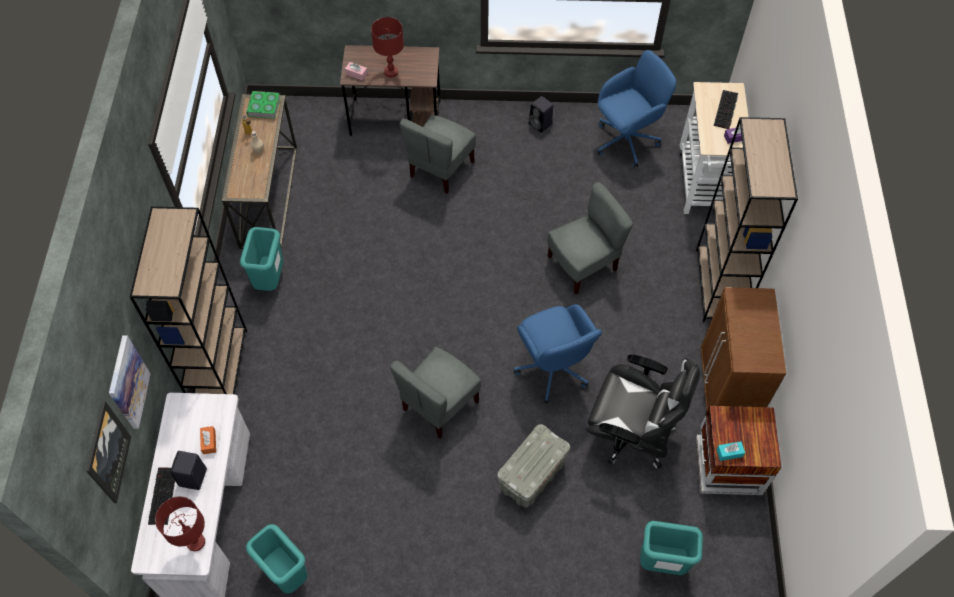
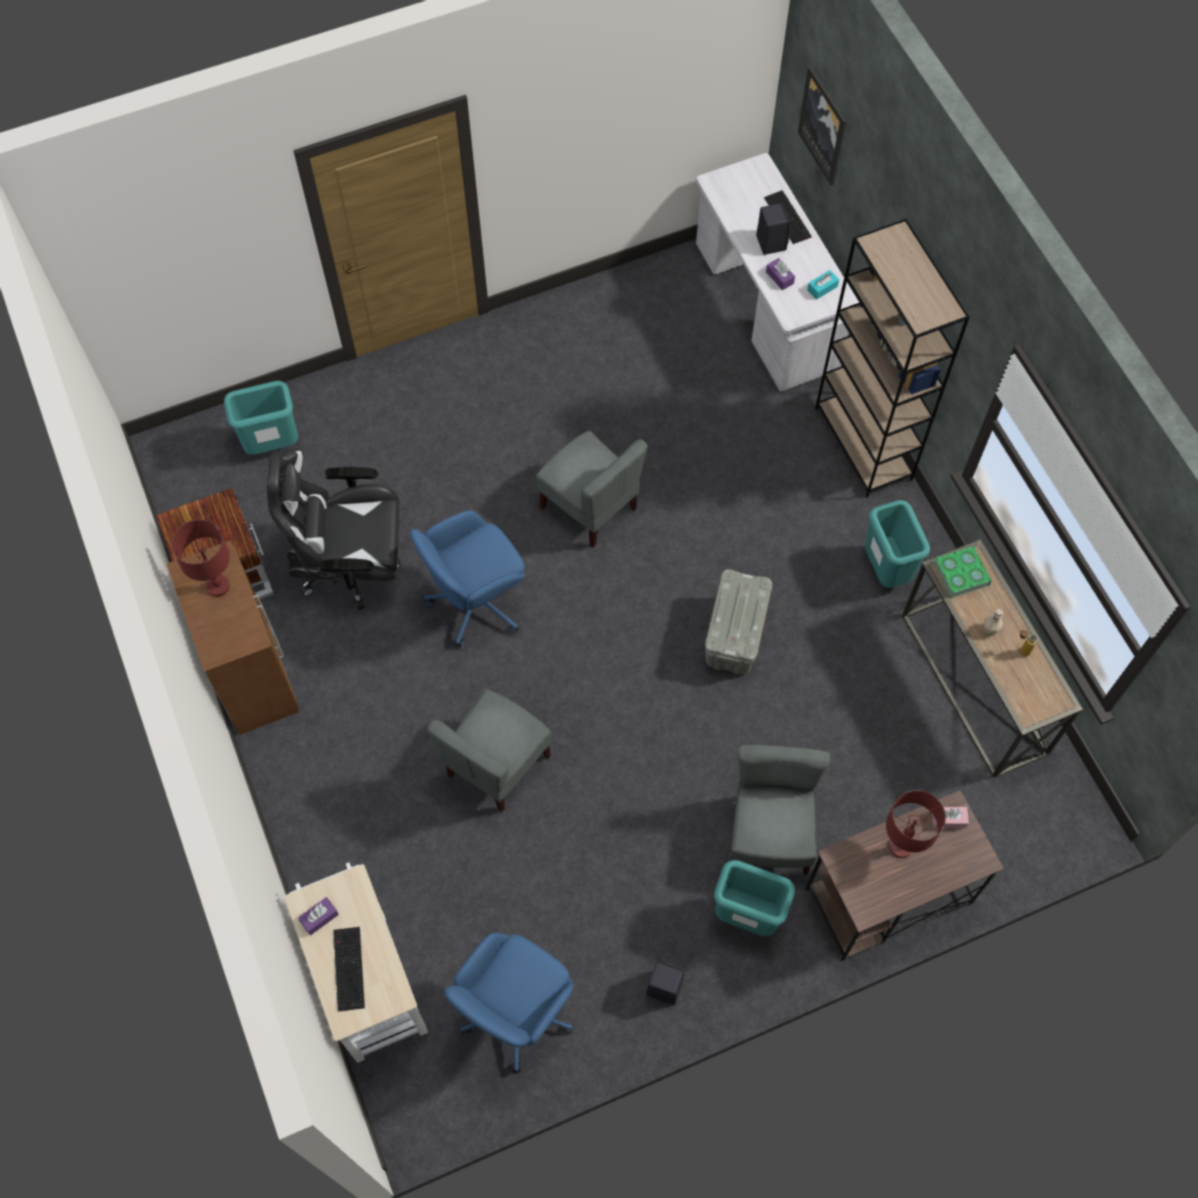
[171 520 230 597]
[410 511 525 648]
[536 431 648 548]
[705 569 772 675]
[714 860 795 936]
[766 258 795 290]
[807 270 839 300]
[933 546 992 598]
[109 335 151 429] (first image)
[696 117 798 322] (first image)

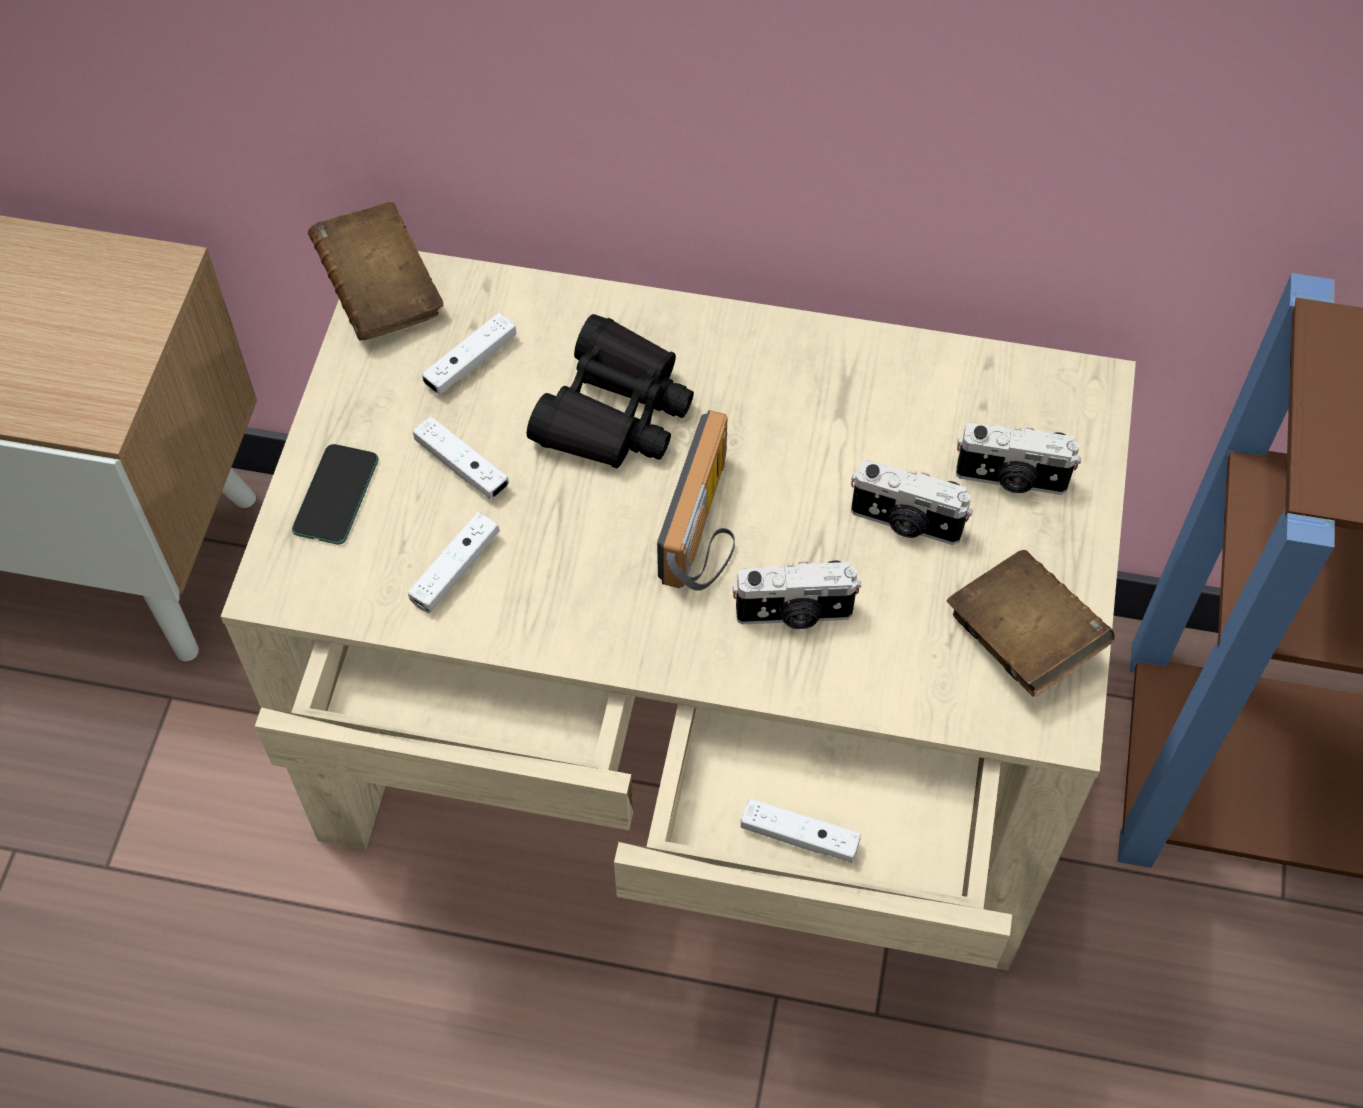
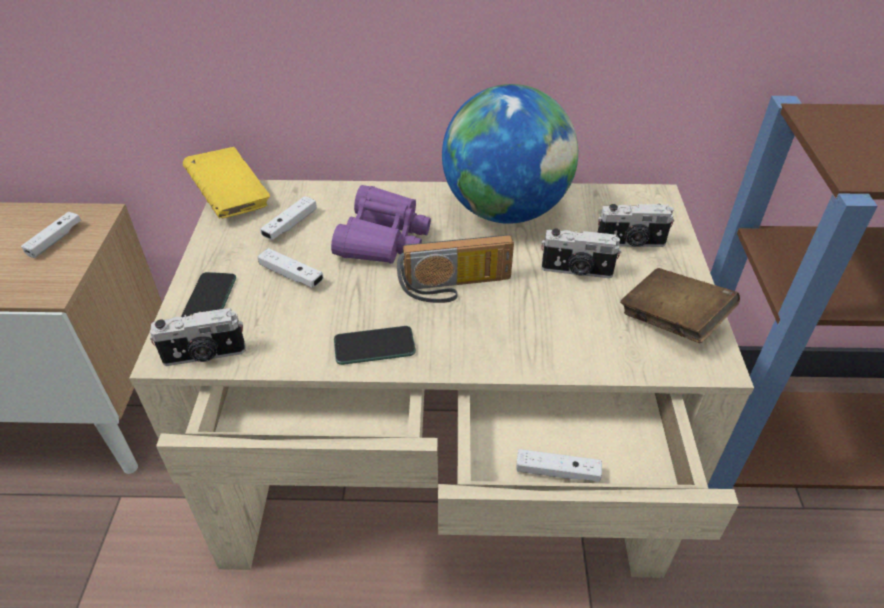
[21 212 81 258]
[150 308 245 366]
[183 147 270 219]
[331 185 431 264]
[334 326 416 365]
[397 235 514 303]
[442 84 578 224]

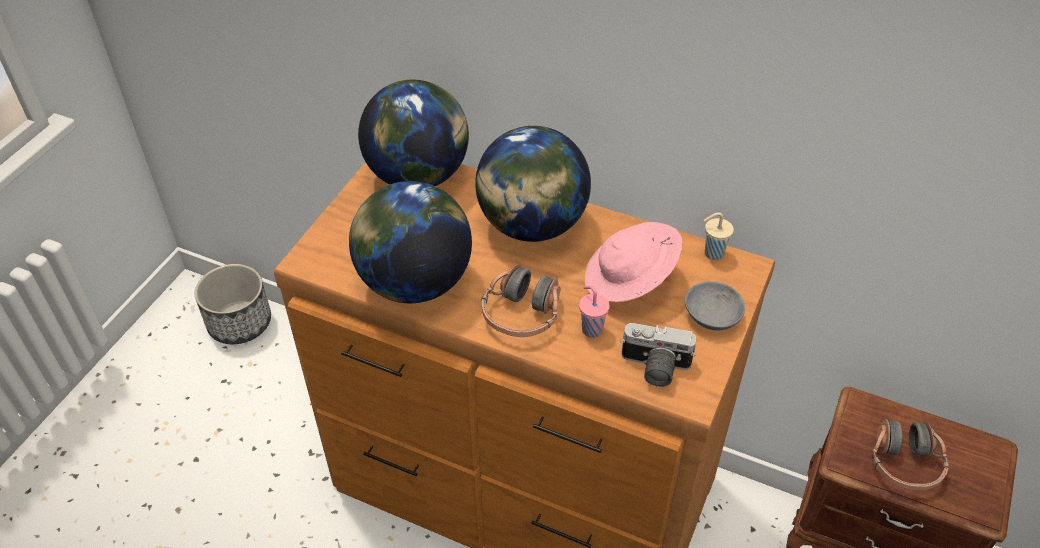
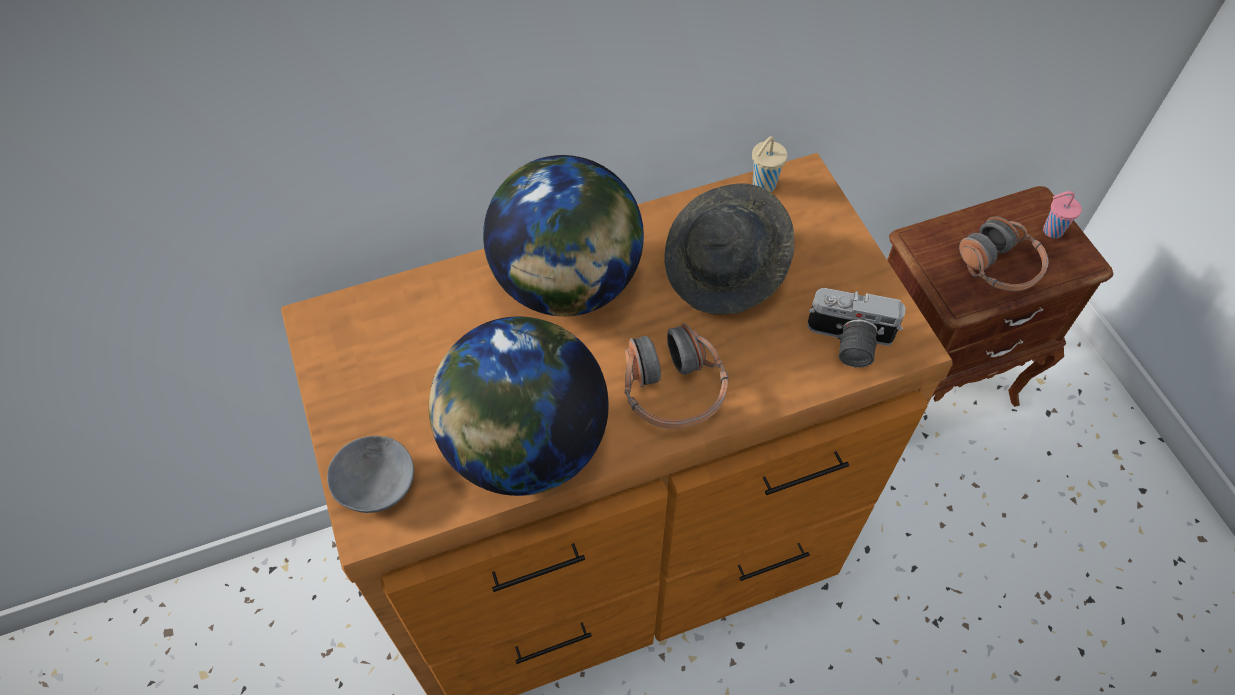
[327 436 414 513]
[664 183 794 315]
[807 288 906 368]
[1043 191 1082 238]
[195 264 271 344] (first image)
[358 80 469 186] (first image)

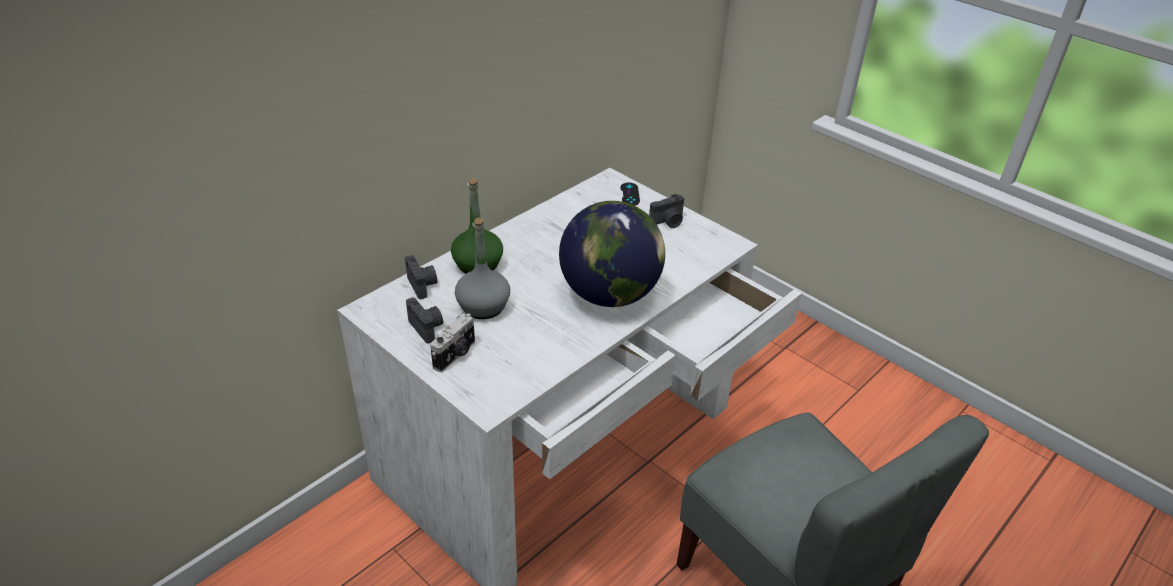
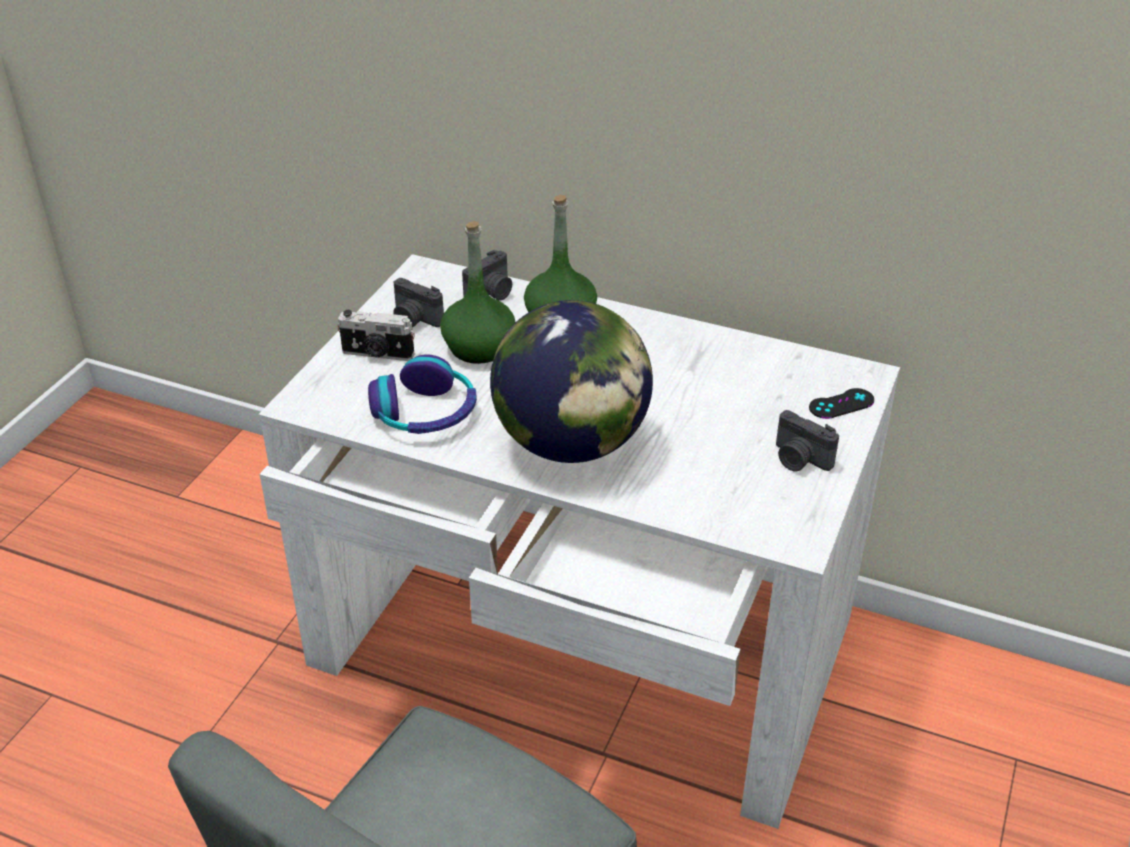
[368 354 477 434]
[393 278 444 328]
[440 221 516 364]

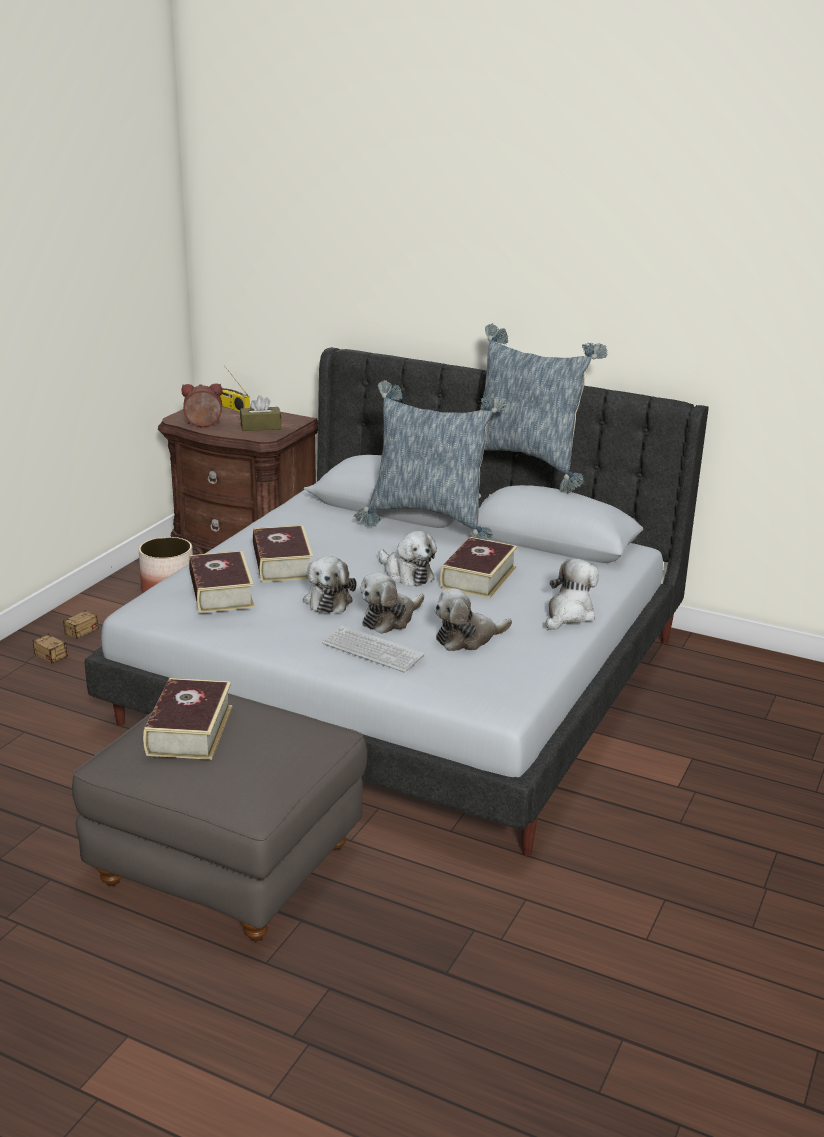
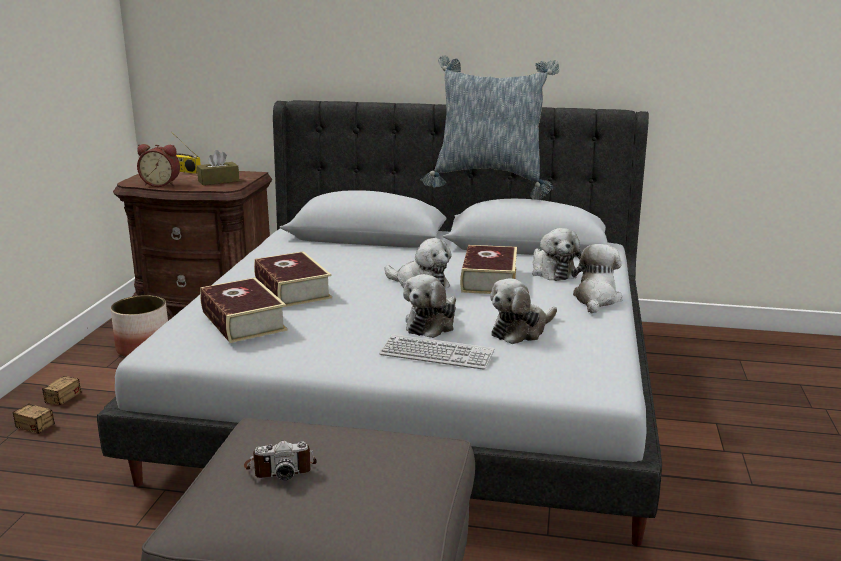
[137 144 180 187]
[244 441 317 480]
[532 228 581 281]
[354 380 507 540] (first image)

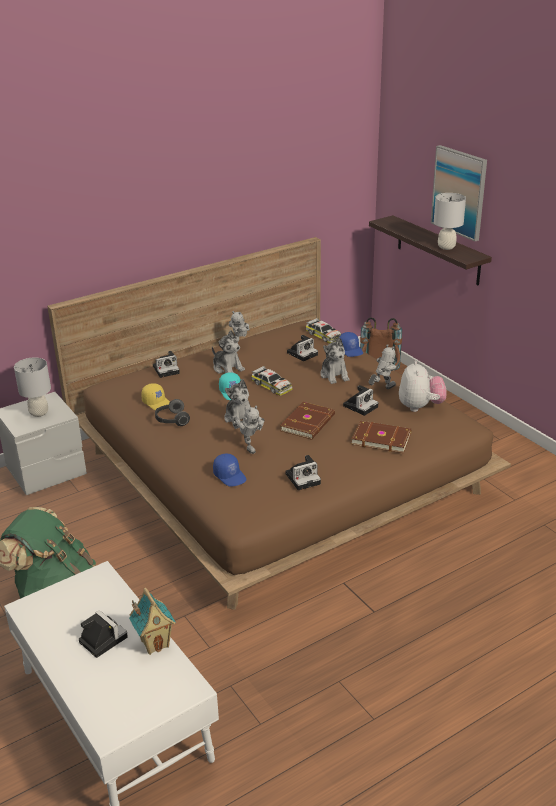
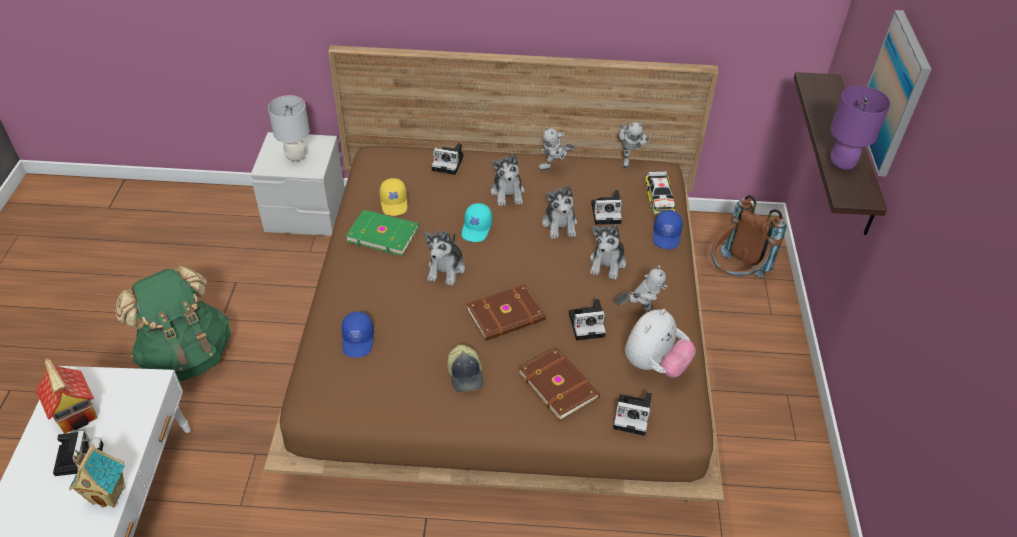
[36 358 97 434]
[346 210 419 256]
[447 344 483 392]
[542 185 577 239]
[613 392 652 436]
[619 122 649 168]
[830 86 890 170]
[251 366 293 396] (first image)

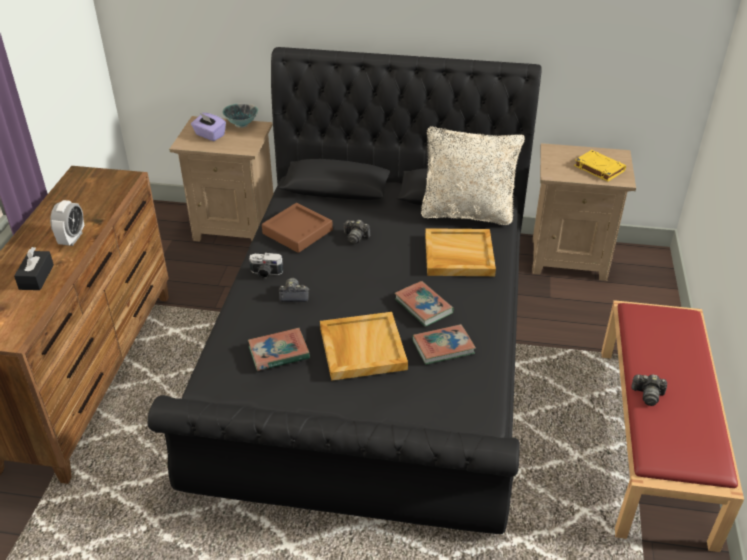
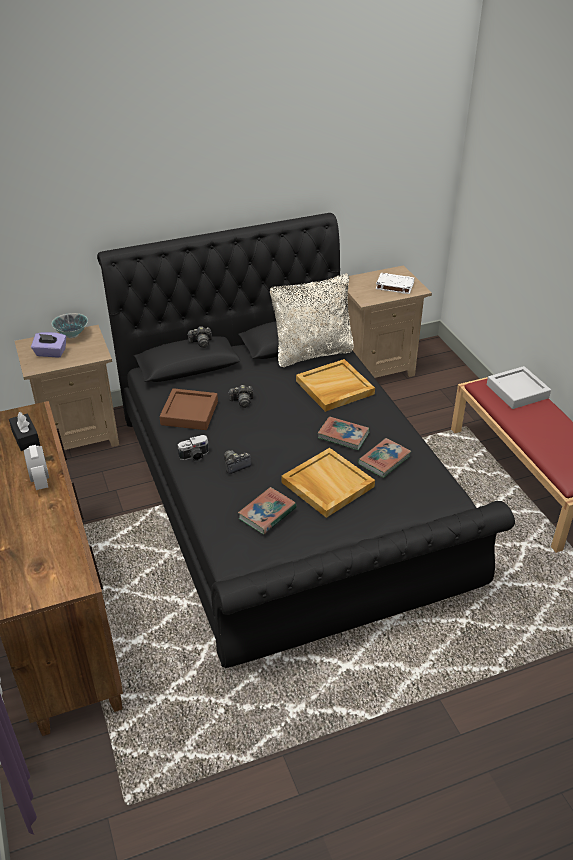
[9 412 40 451]
[187 326 212 348]
[376 273 415 294]
[487 366 551 409]

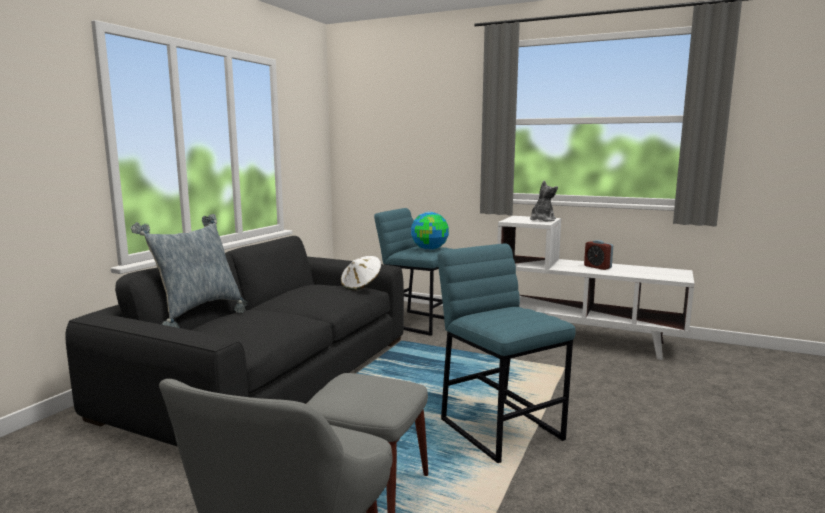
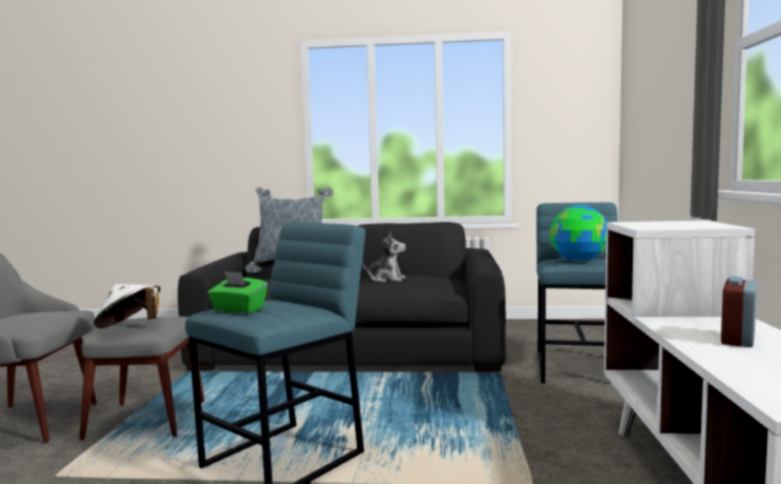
[94 284 161 328]
[208 271 268 314]
[362 231 406 282]

